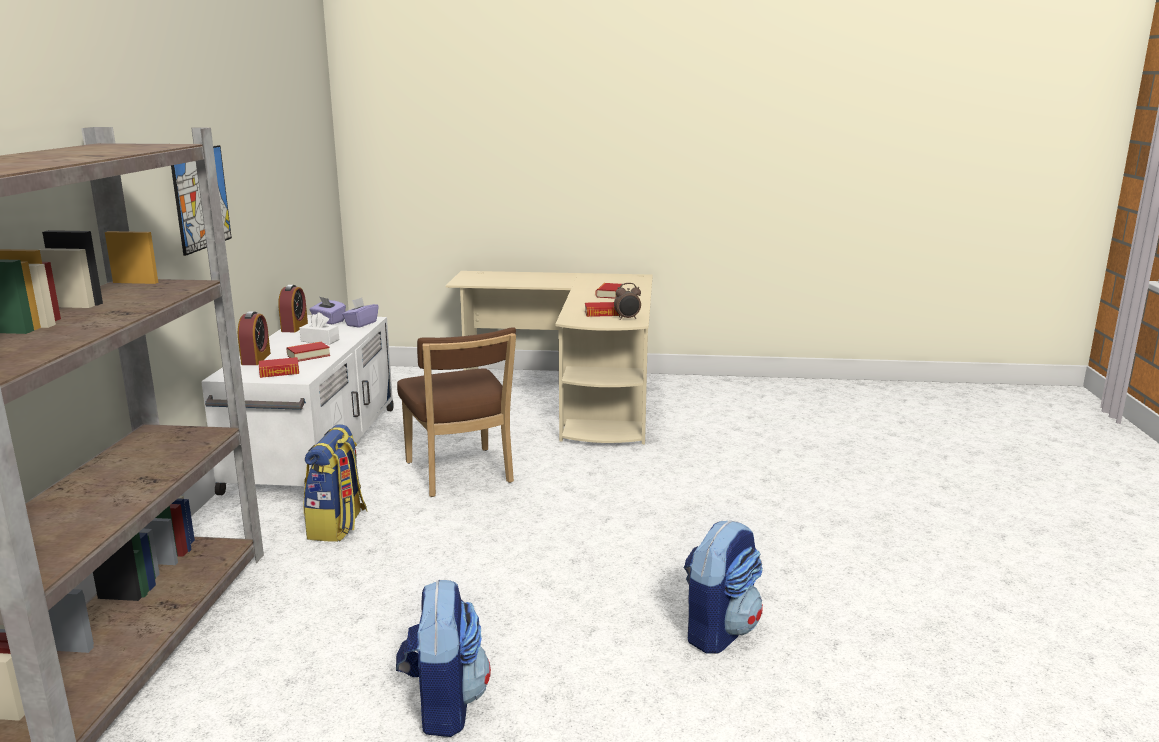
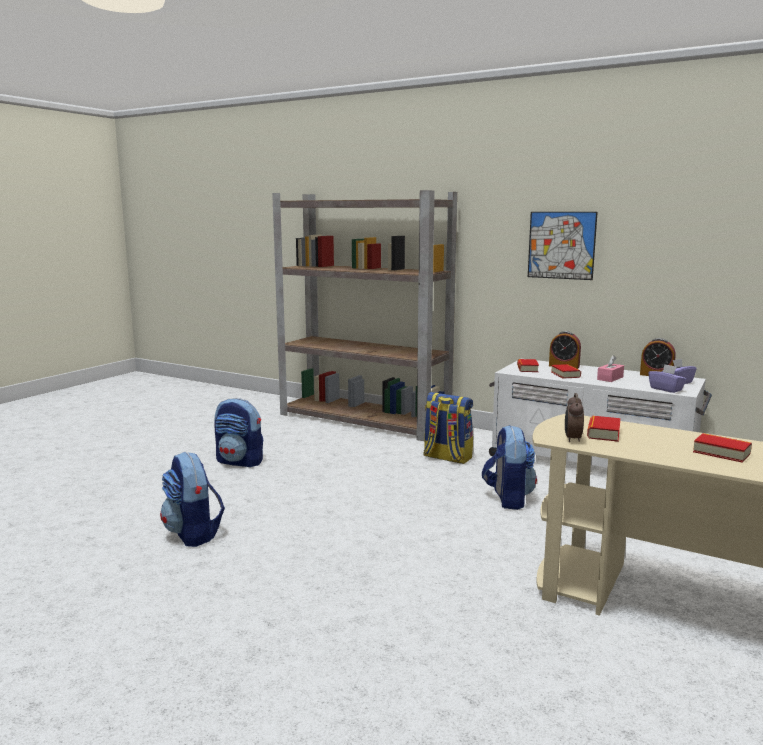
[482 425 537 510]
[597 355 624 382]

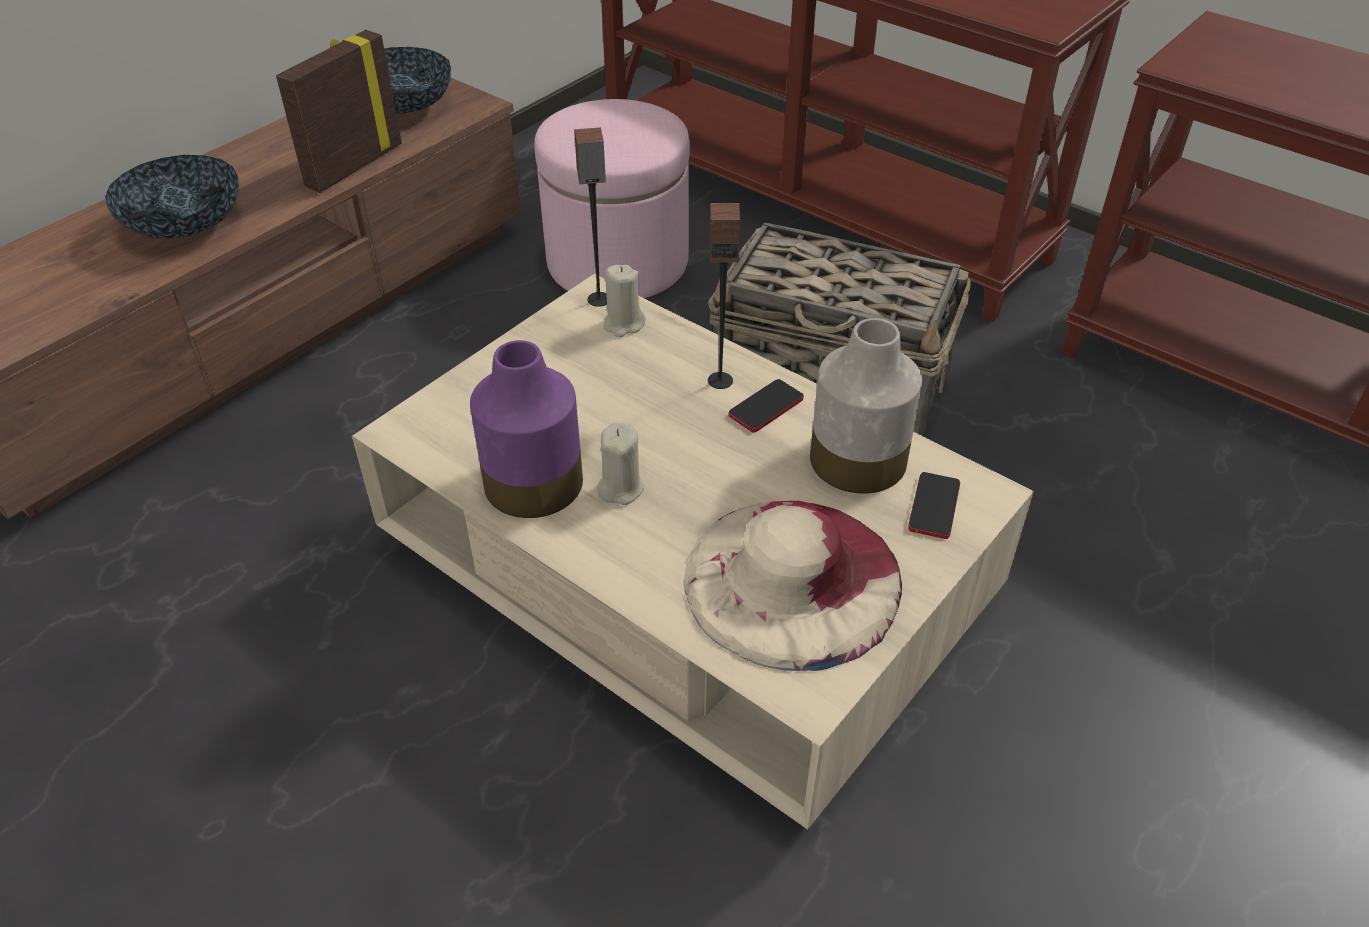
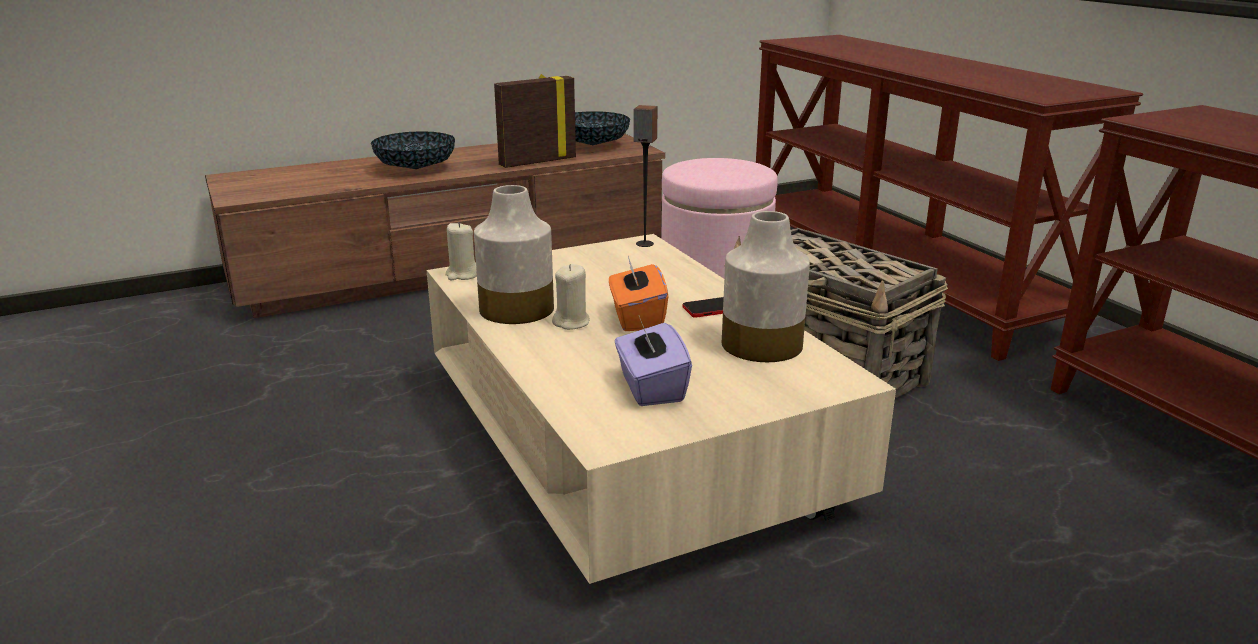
[445 222 477 280]
[474 185 554 324]
[609 256 668 331]
[615 316 692 406]
[708 203 740 389] (first image)
[908 472 960 539] (first image)

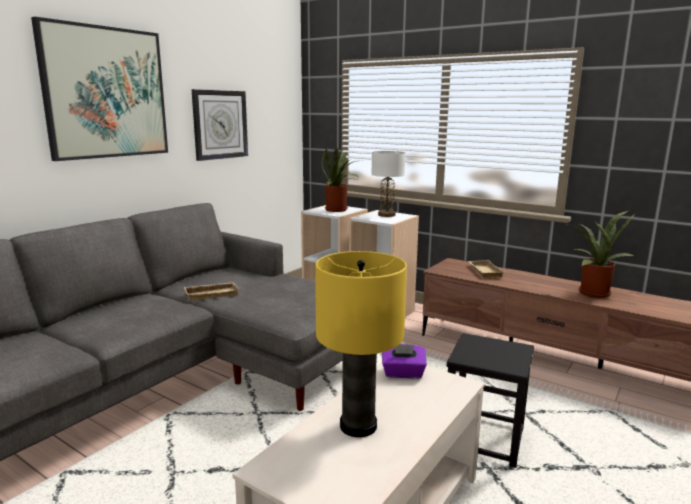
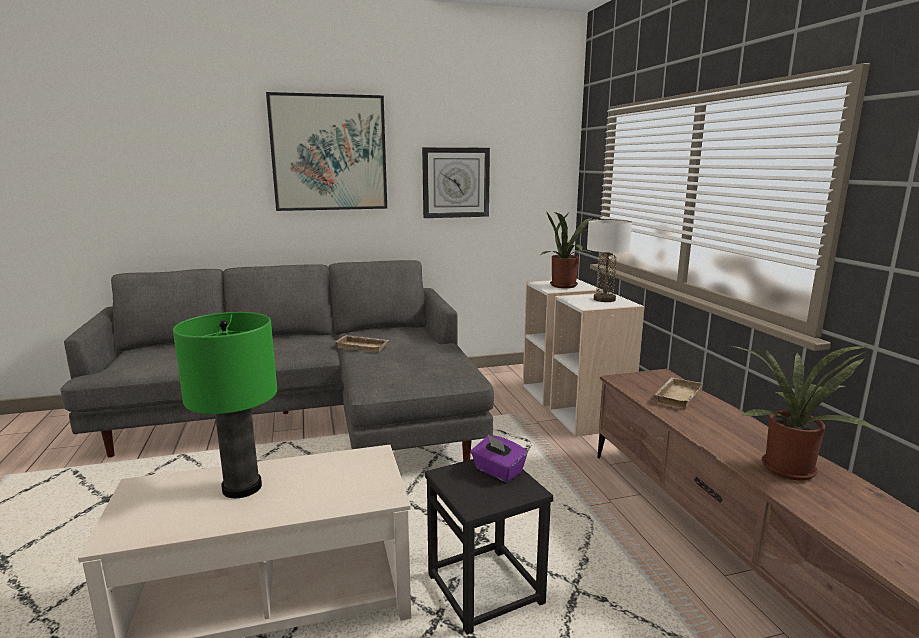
[173 312 277 498]
[471 435 527 482]

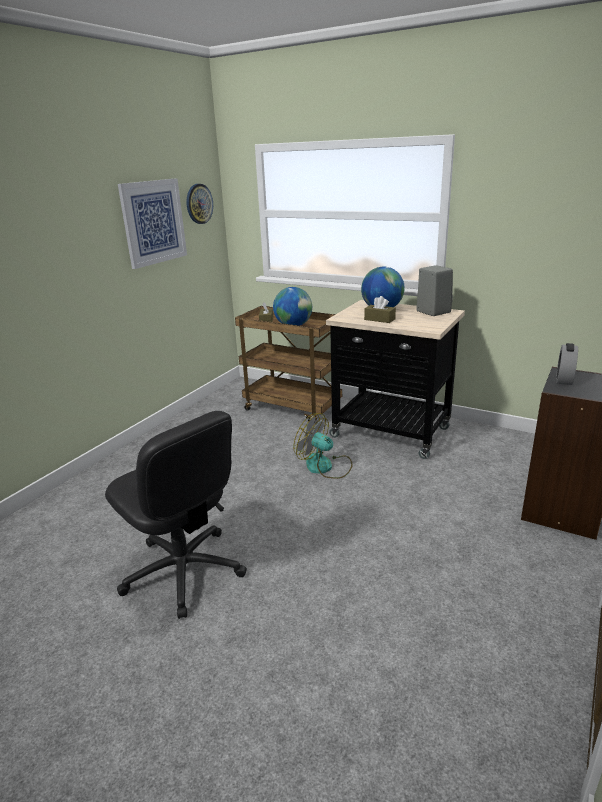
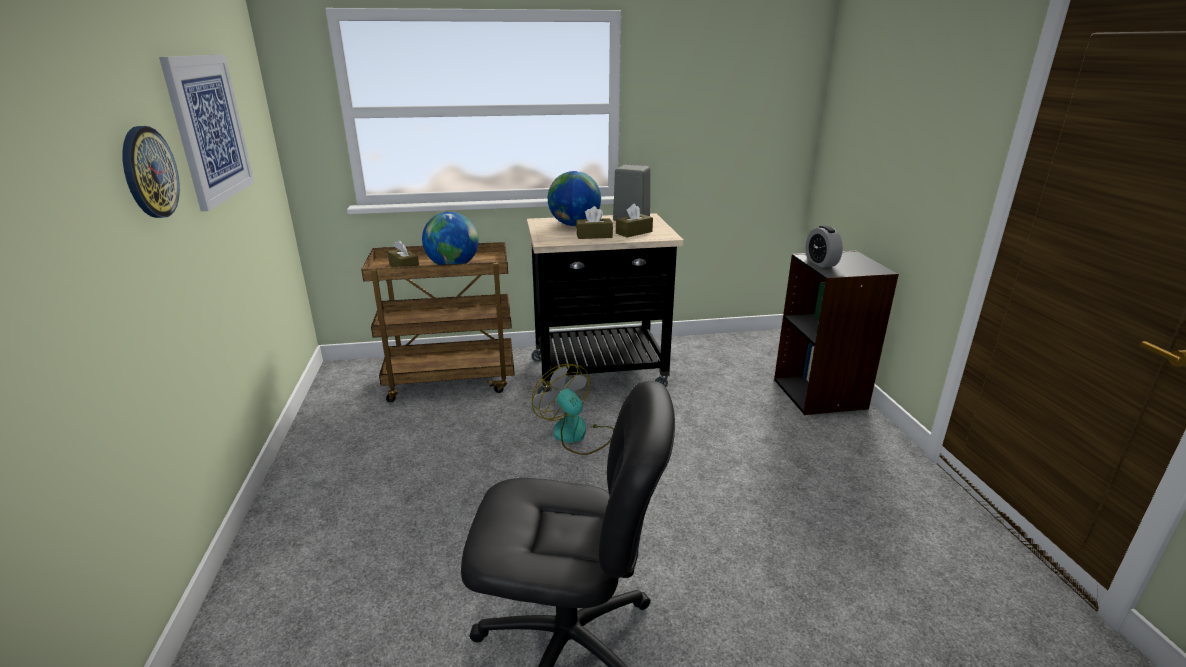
[122 126 180 218]
[532 364 614 455]
[616 204 653 237]

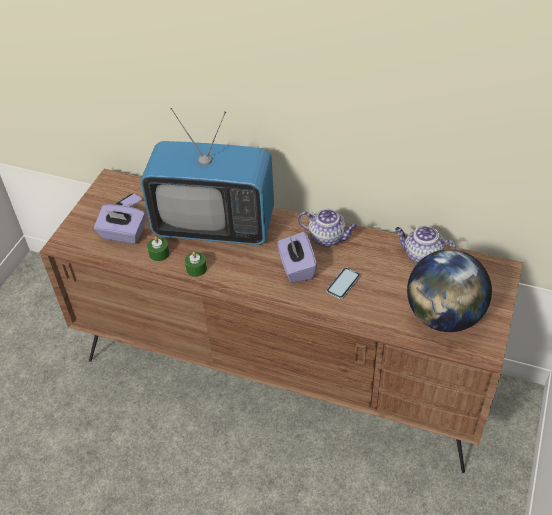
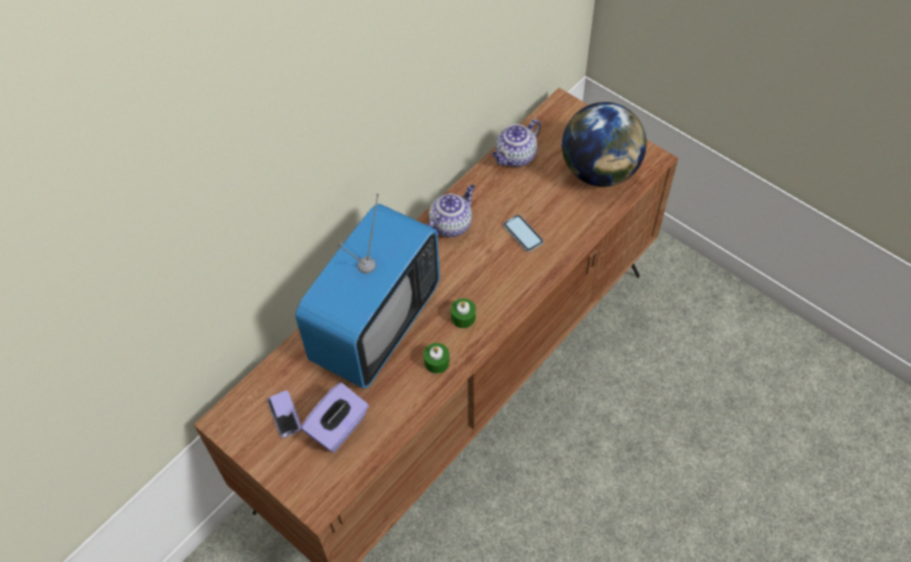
[451 298 476 328]
[277 232 317 283] (first image)

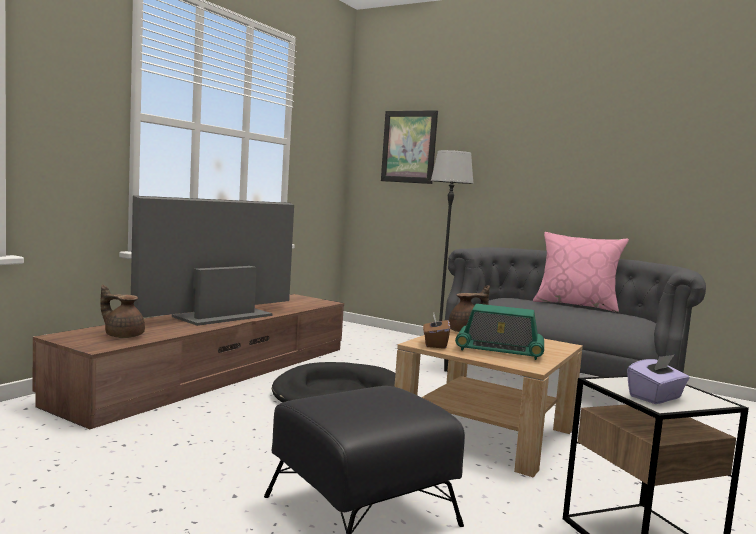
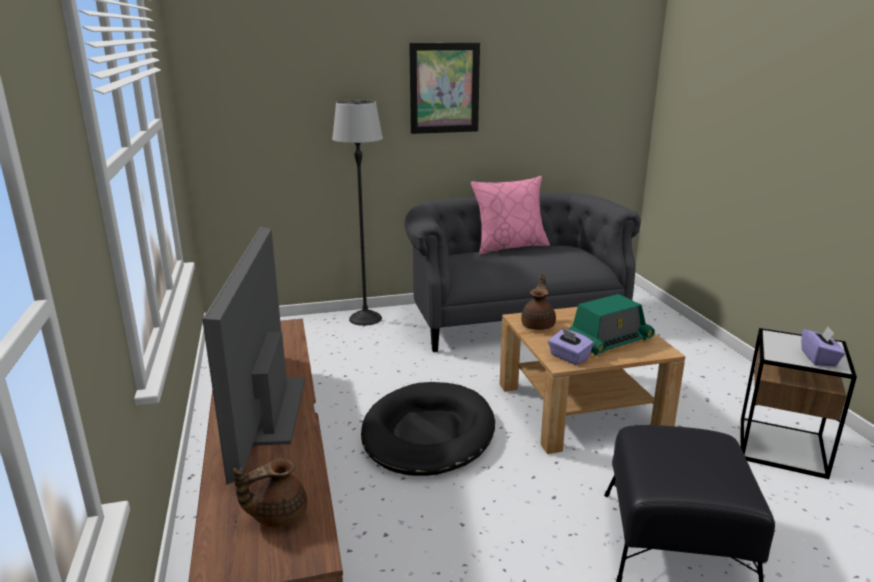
[409 43 480 134]
[548 328 594 365]

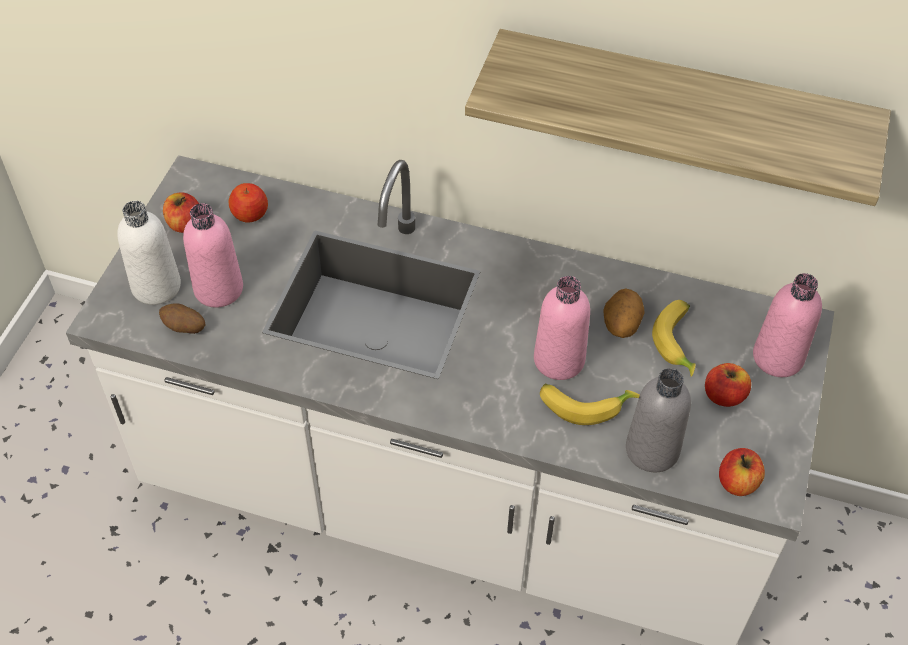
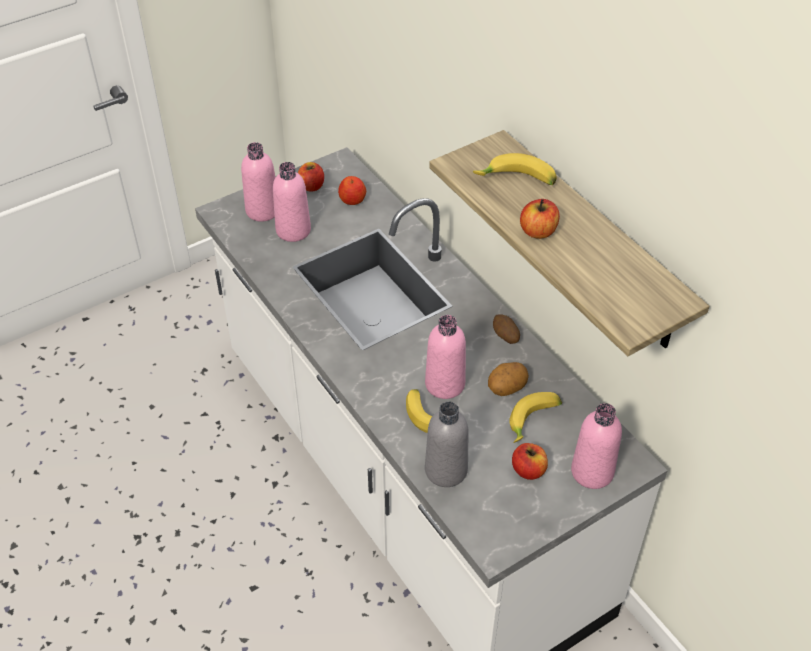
[241 142 275 222]
[473 153 557 185]
[493 314 520 344]
[520 199 560 239]

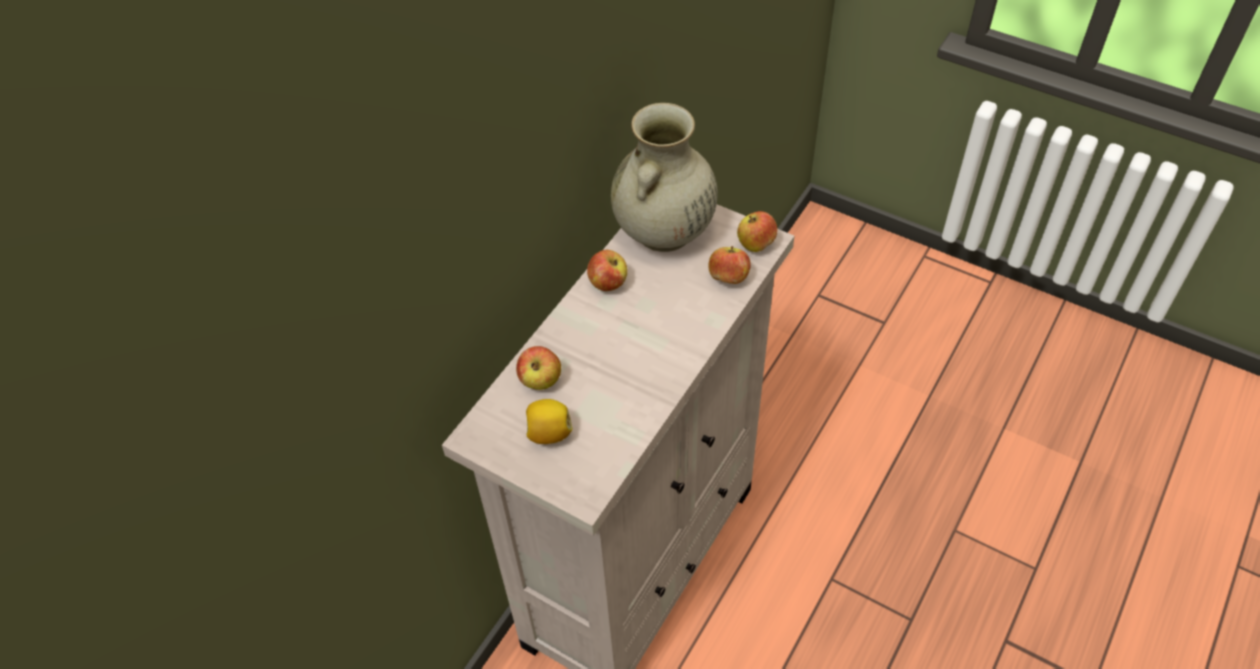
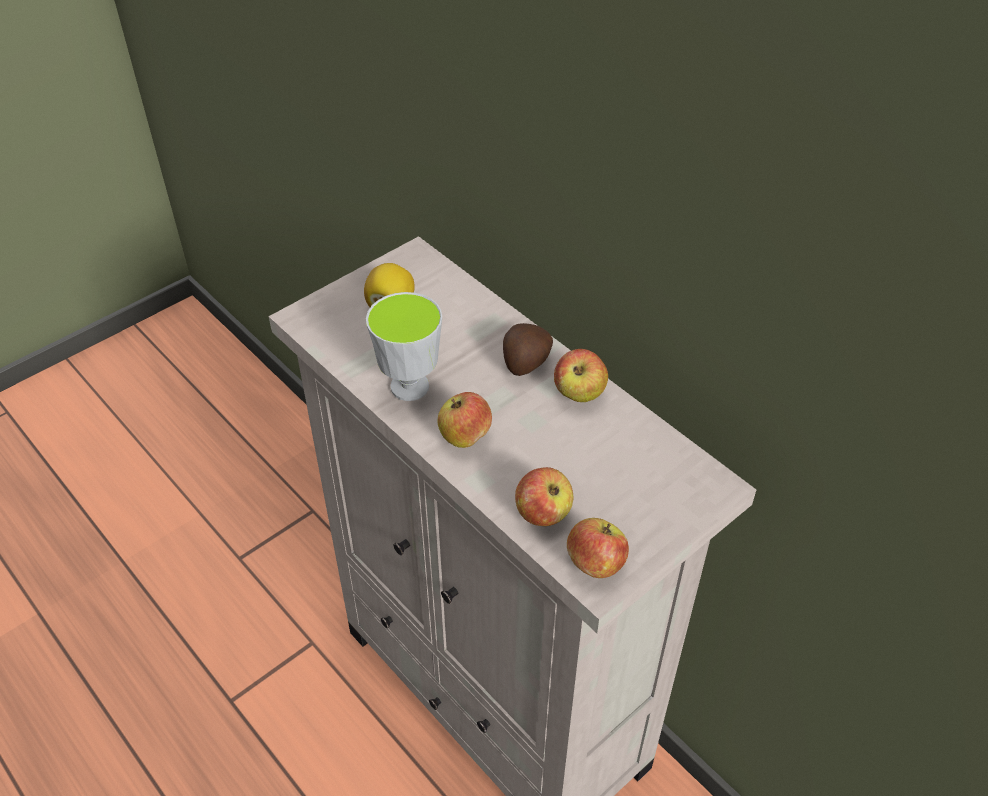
[366 292 442 401]
[437 392 492 448]
[503 323 553 376]
[611 103 718 252] (first image)

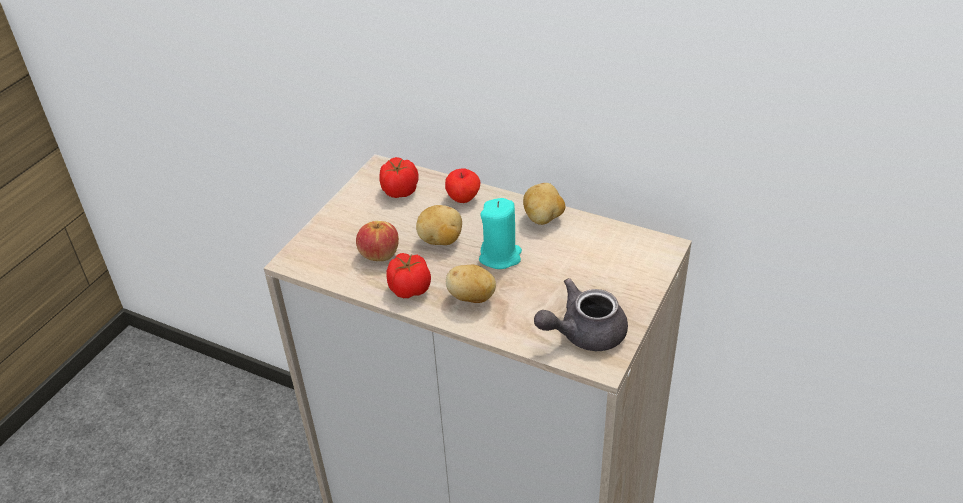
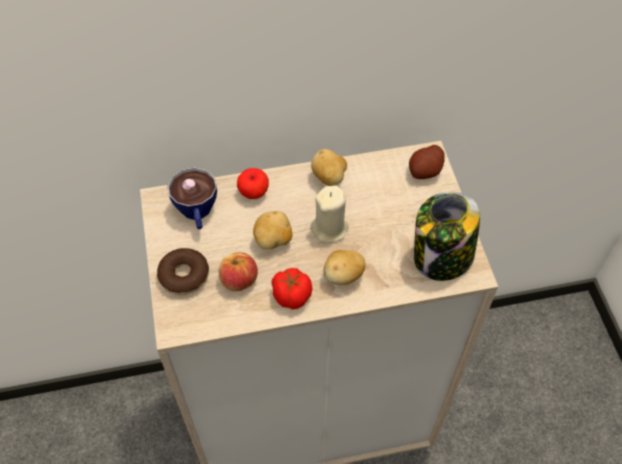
[157 248 209 295]
[167 167 217 229]
[311 185 349 243]
[409 145 445 179]
[414 192 480 281]

